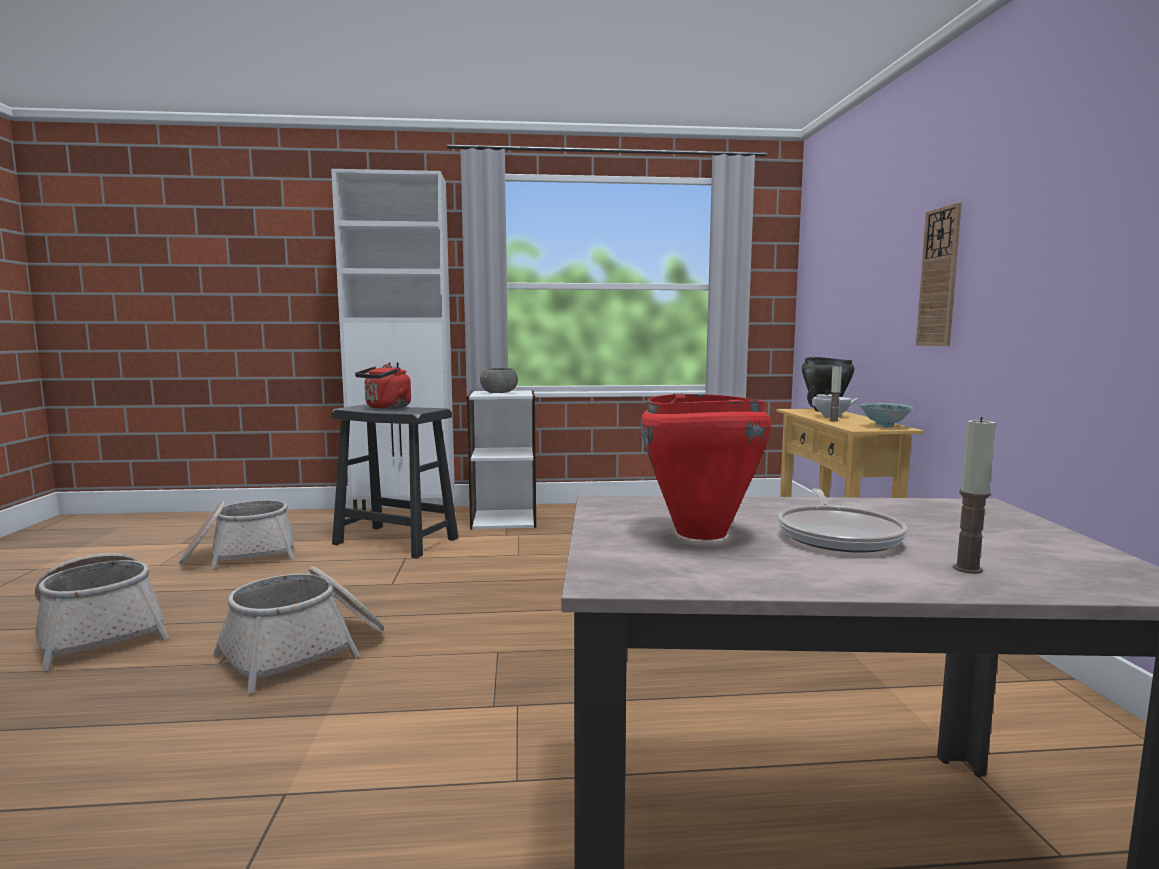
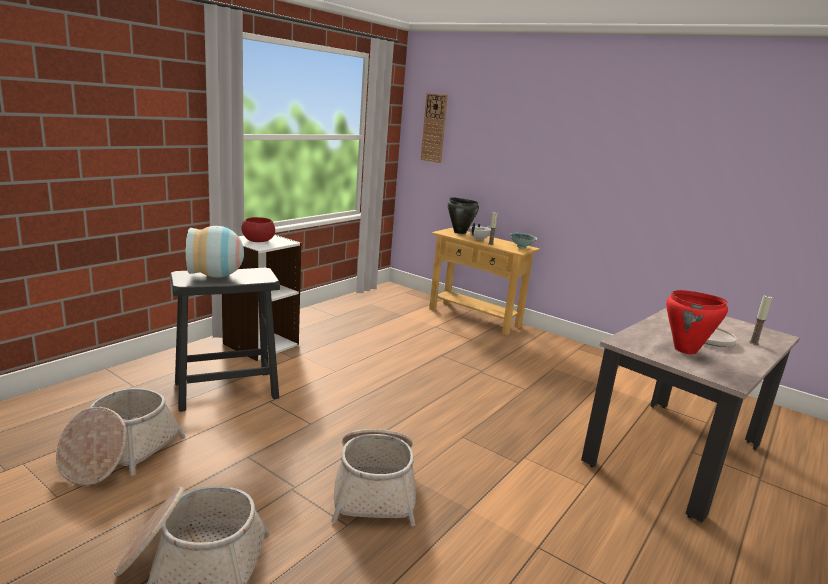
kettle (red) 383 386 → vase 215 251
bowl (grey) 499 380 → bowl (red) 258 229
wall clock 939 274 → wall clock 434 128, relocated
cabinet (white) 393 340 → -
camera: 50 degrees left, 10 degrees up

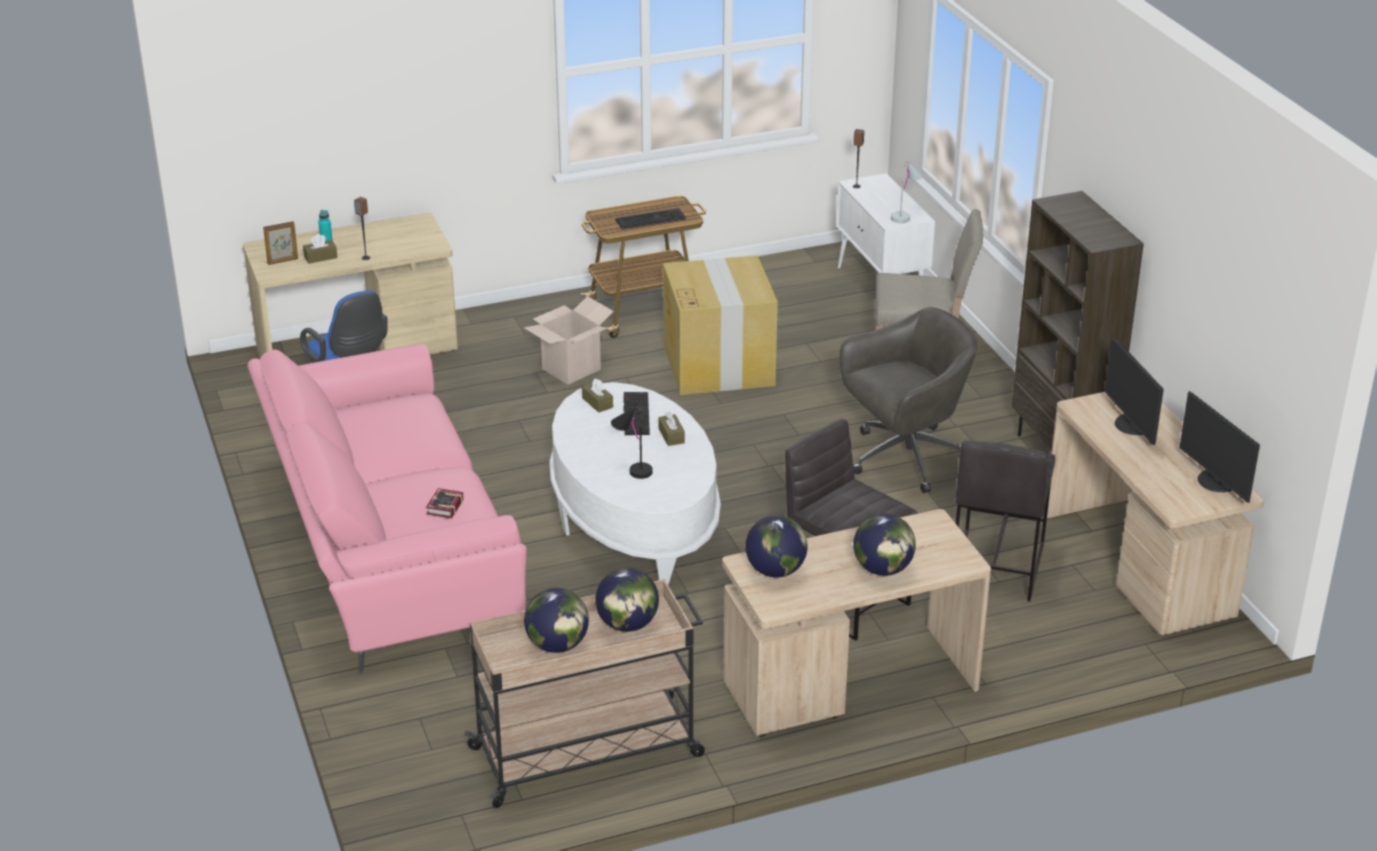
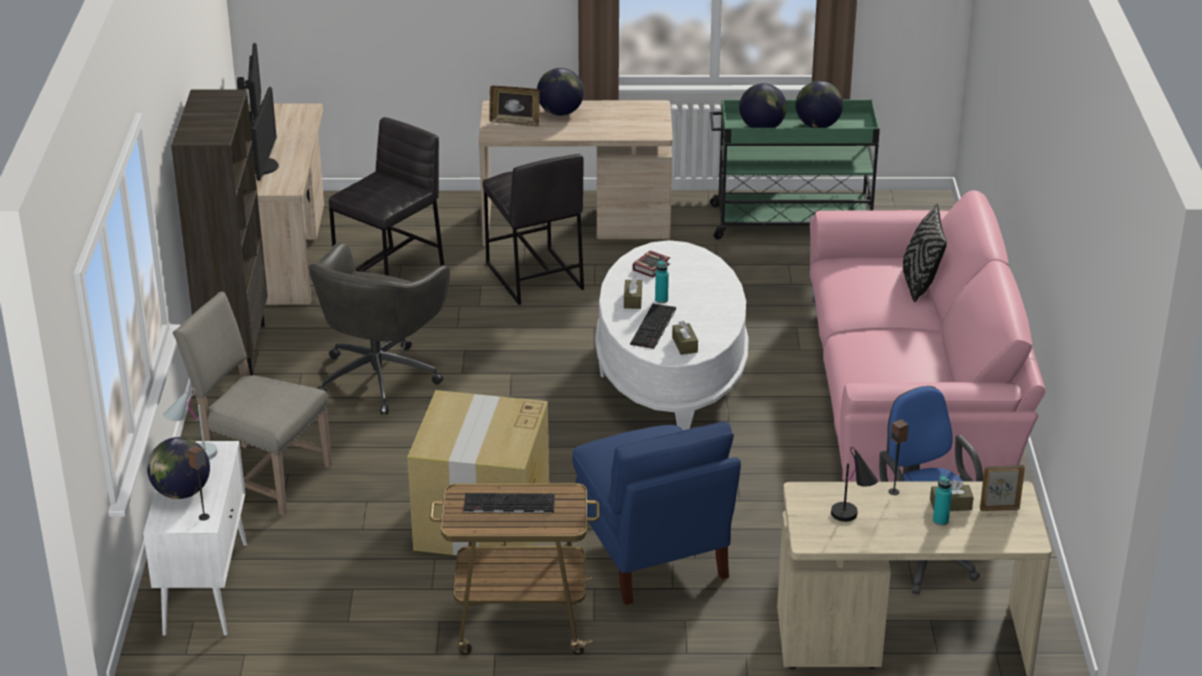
globe 776 546 → globe 178 468, relocated
office chair (grey) 908 400 → office chair (grey) 379 329, 60 degrees counterclockwise
- → picture frame 514 106
cardboard box 569 340 → armchair (blue) 656 513
book 445 503 → book 651 263, relocated
- → bottle (turquoise) 662 281
cart (beige) 584 693 → cart (green) 795 169
table lamp (black) 632 443 → table lamp (black) 854 484, relocated
- → pillow (black) 925 252
camera: 160 degrees left, 0 degrees up

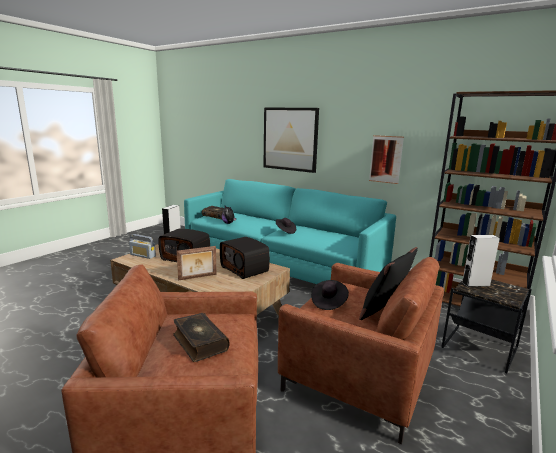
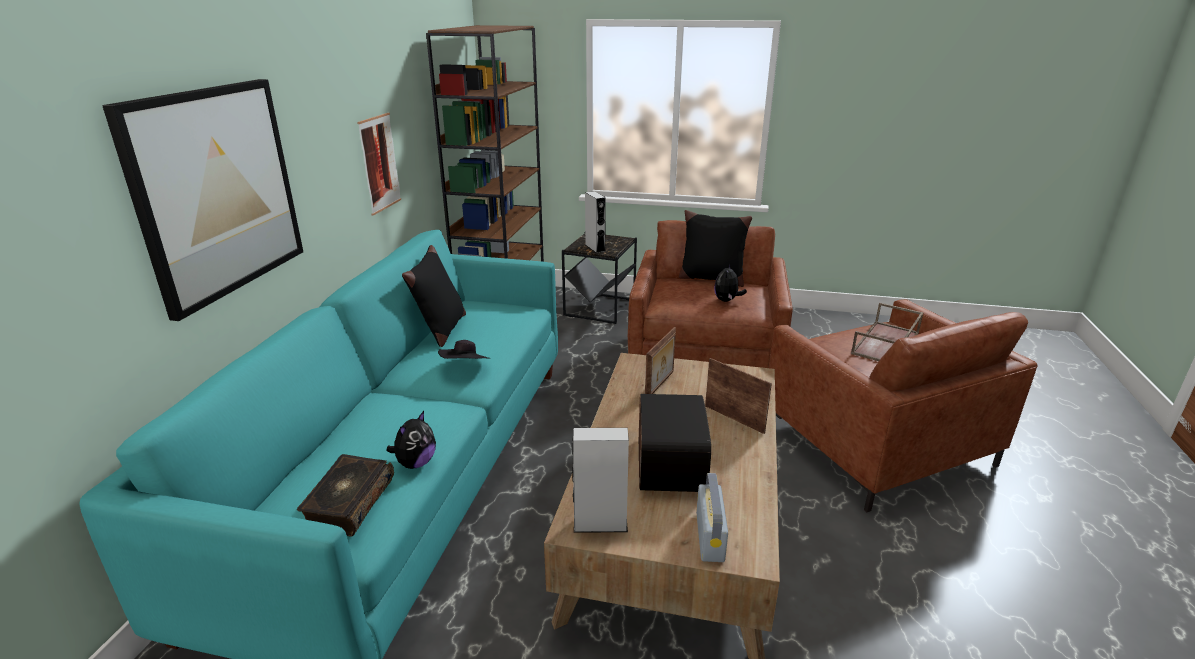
- → pillow (black) 434 296
radio 245 258 → picture frame 660 360
hat (black) 330 295 → plush toy 730 282
book 201 337 → tray (brown) 887 332
camera: 110 degrees left, 10 degrees up

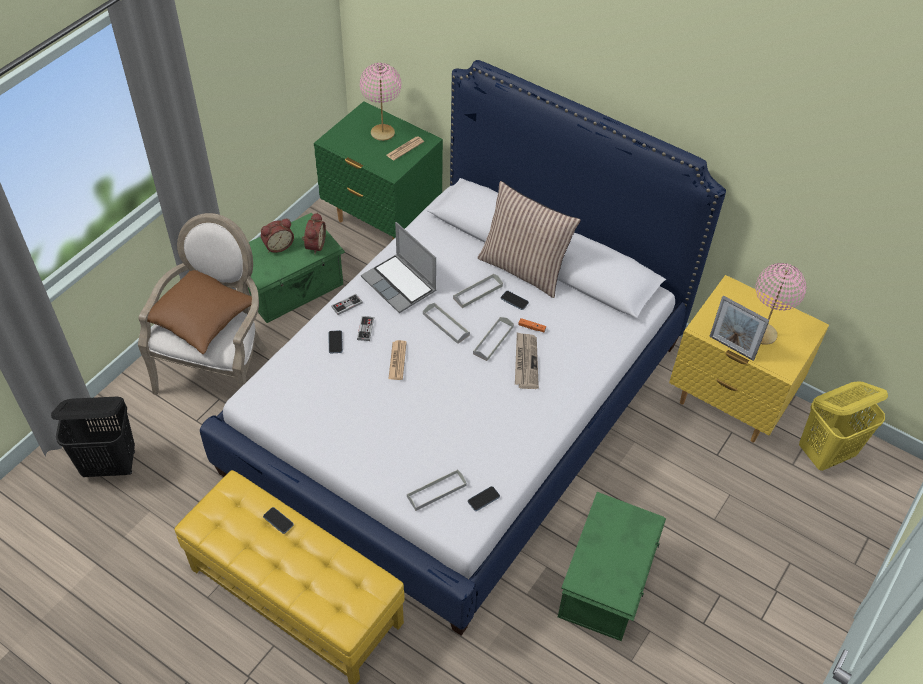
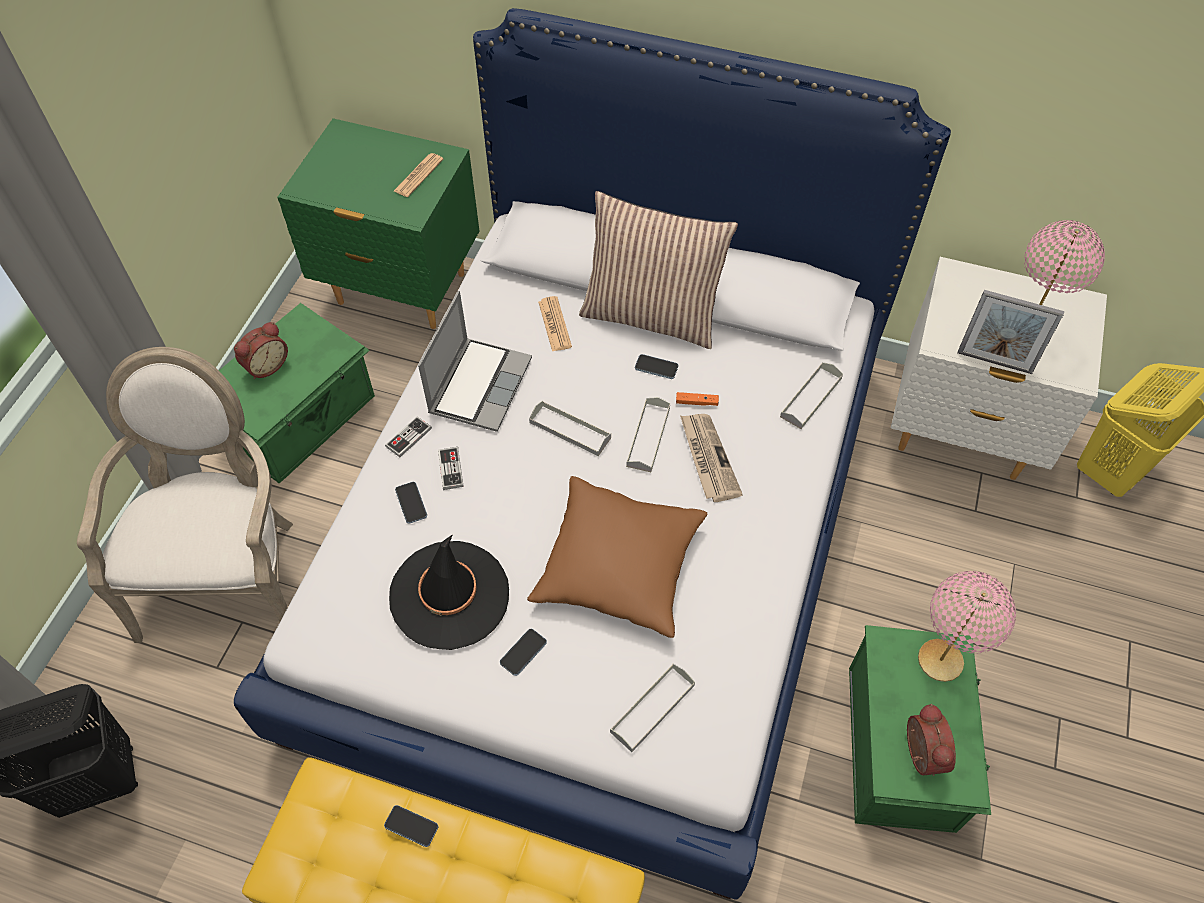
- → hat (black) 449 592
laptop 398 267 → laptop 475 361, 105 degrees counterclockwise
phone 484 498 → phone 523 652, relocated
pillow (brown) 199 312 → pillow (brown) 617 557, relocated
newspaper 397 360 → newspaper 555 324, relocated
tray (grey) 478 290 → tray (grey) 811 395, relocated
nightstand (yellow) 749 359 → nightstand (white) 999 368
alarm clock 314 233 → alarm clock 931 740, relocated
table lamp (pink) 380 102 → table lamp (pink) 967 626, relocated
camera: 15 degrees left, 5 degrees up

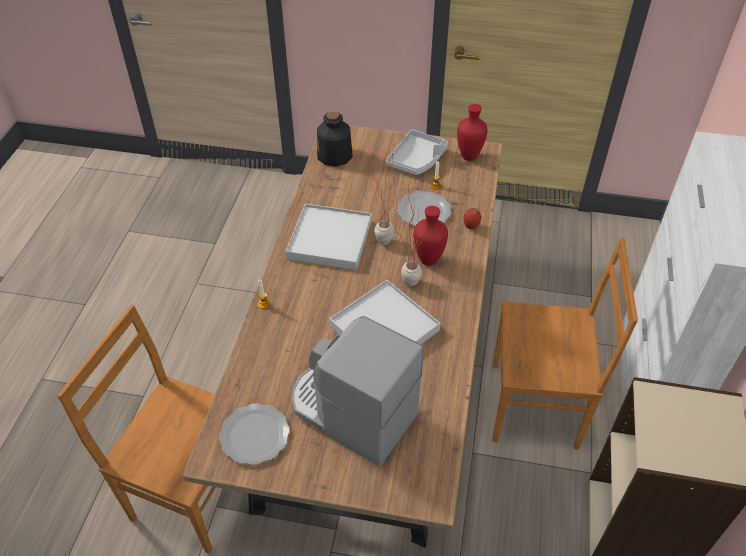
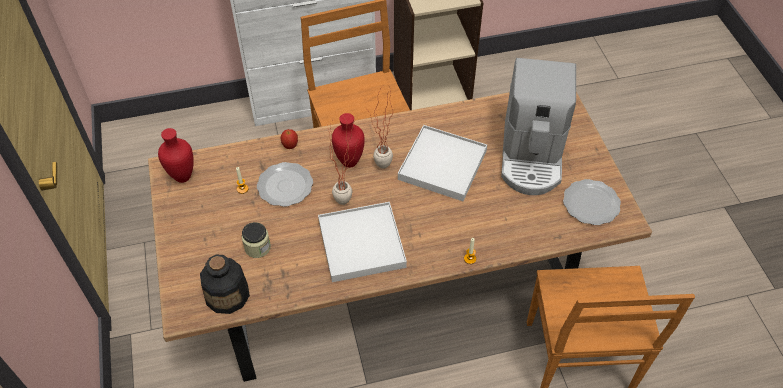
- → jar 256 240
tray (grey) 417 152 → -
camera: 115 degrees left, 5 degrees up

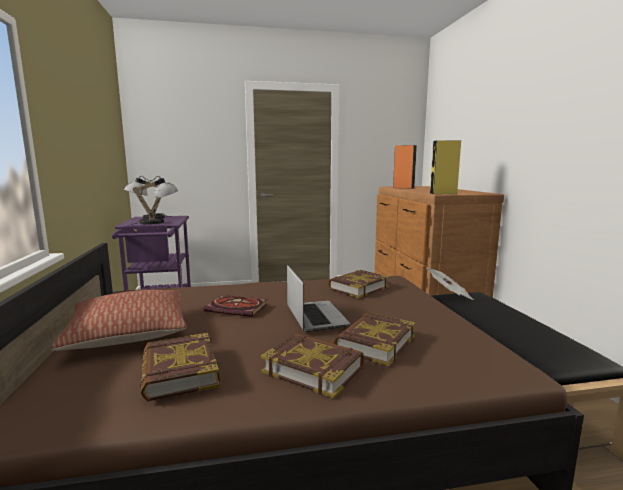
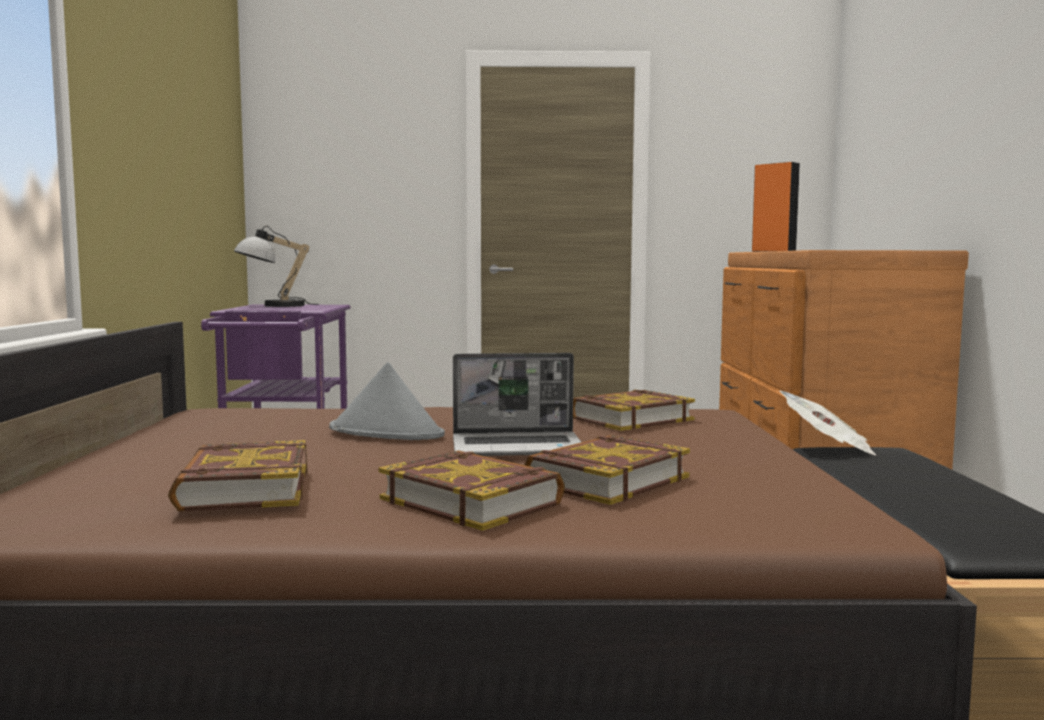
book 235 306 → hat (grey) 387 401
laptop 318 298 → laptop 517 404, 90 degrees clockwise
pillow 119 320 → -
table lamp 155 200 → -
speaker (yellow) 445 167 → -
camera: 10 degrees right, 5 degrees down

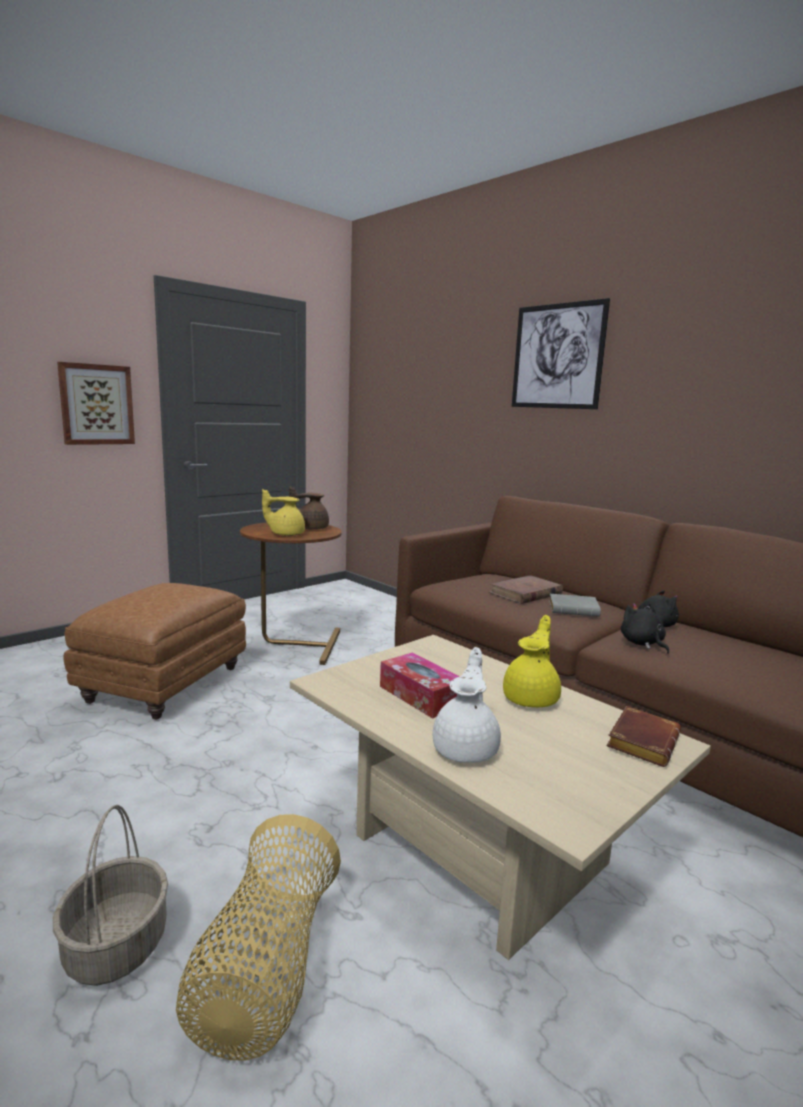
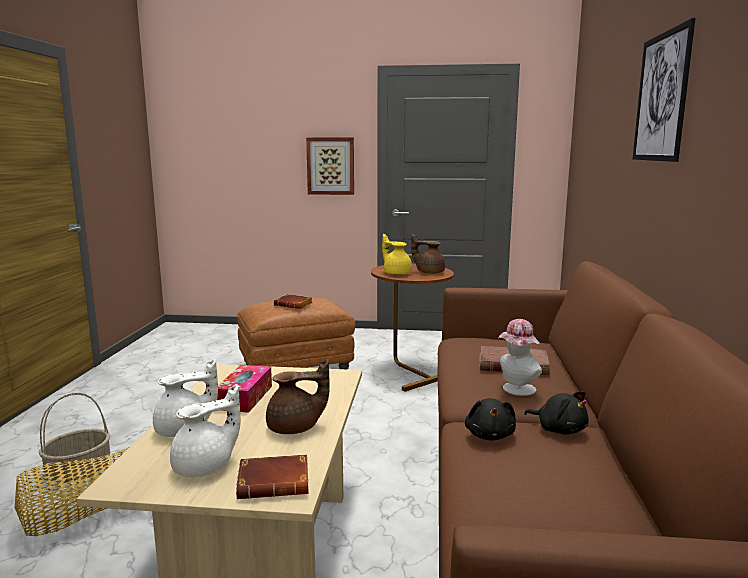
- → teapot (white) 205 430
teapot (yellow) 532 661 → teapot (brown) 297 397
- → book (brown) 293 301
plush toy (black) 645 628 → plush toy (black) 490 419, 150 degrees clockwise
book (grey) 575 605 → hat 520 357
camera: 50 degrees right, 0 degrees up

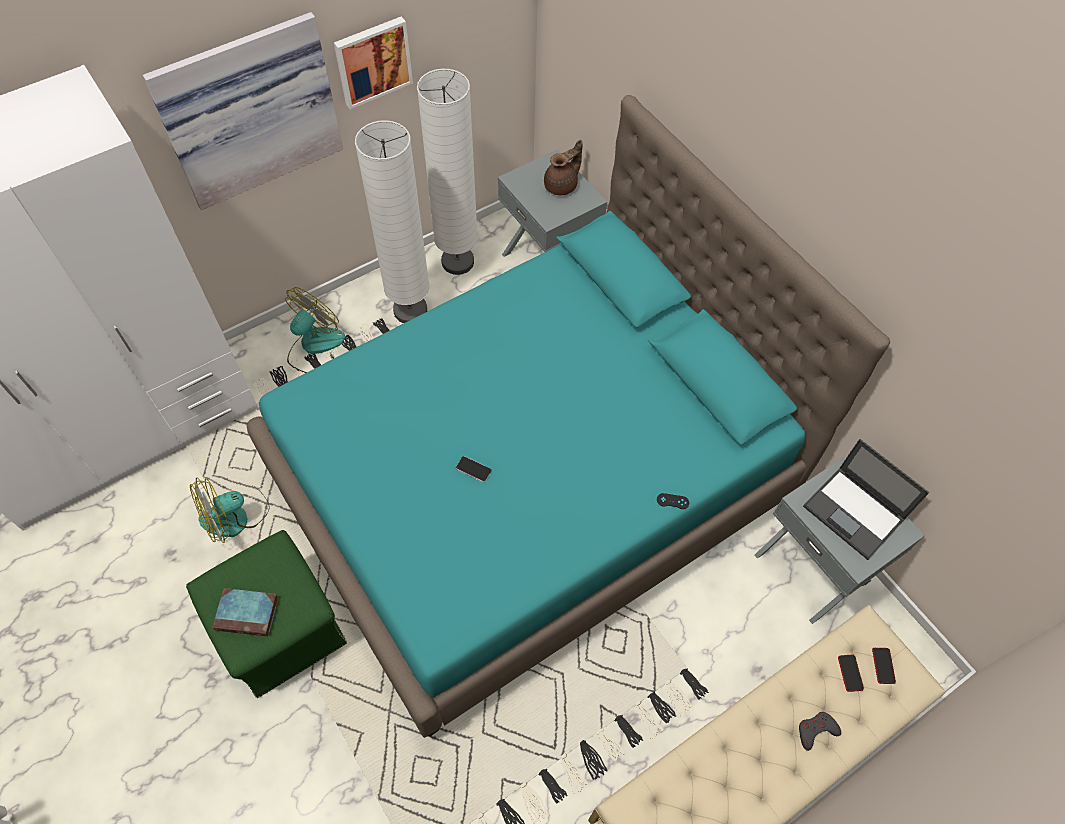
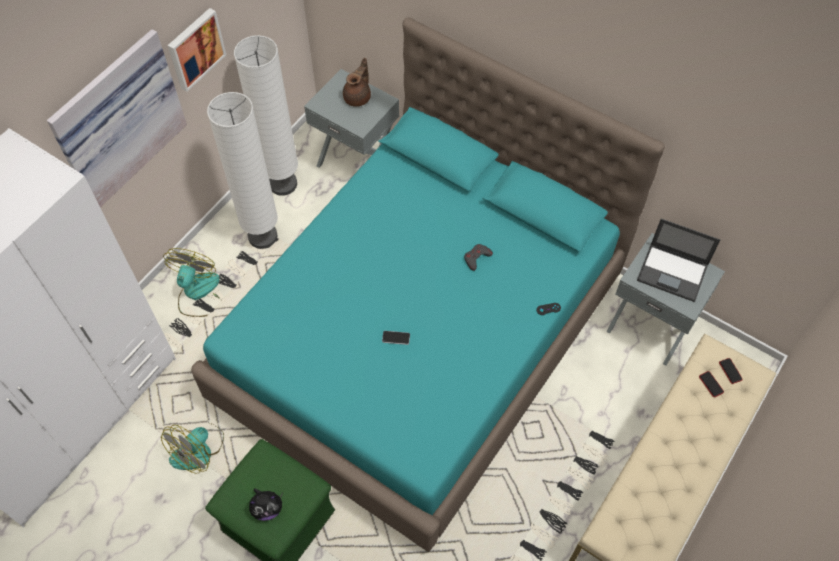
book 245 612 → plush toy 266 504
game controller (grey) 820 731 → game controller (grey) 478 257, relocated
camera: 20 degrees left, 0 degrees up

